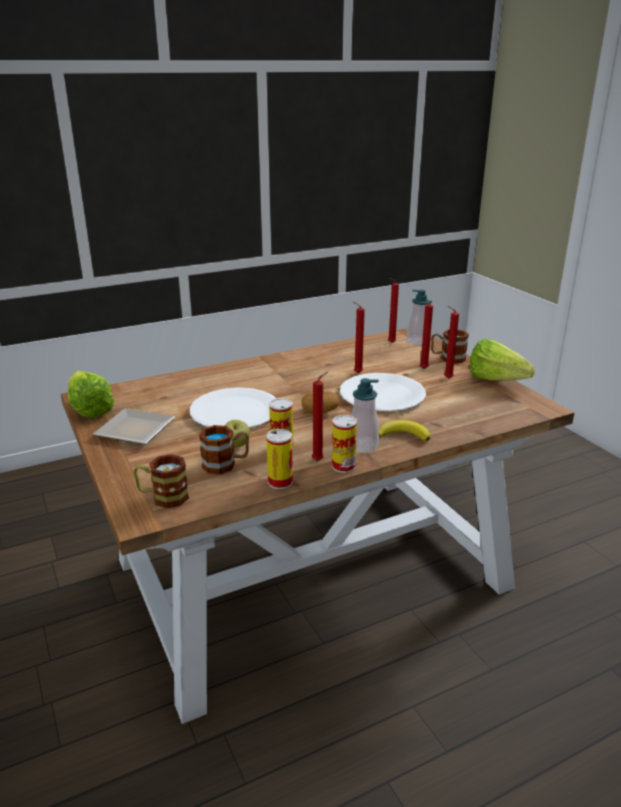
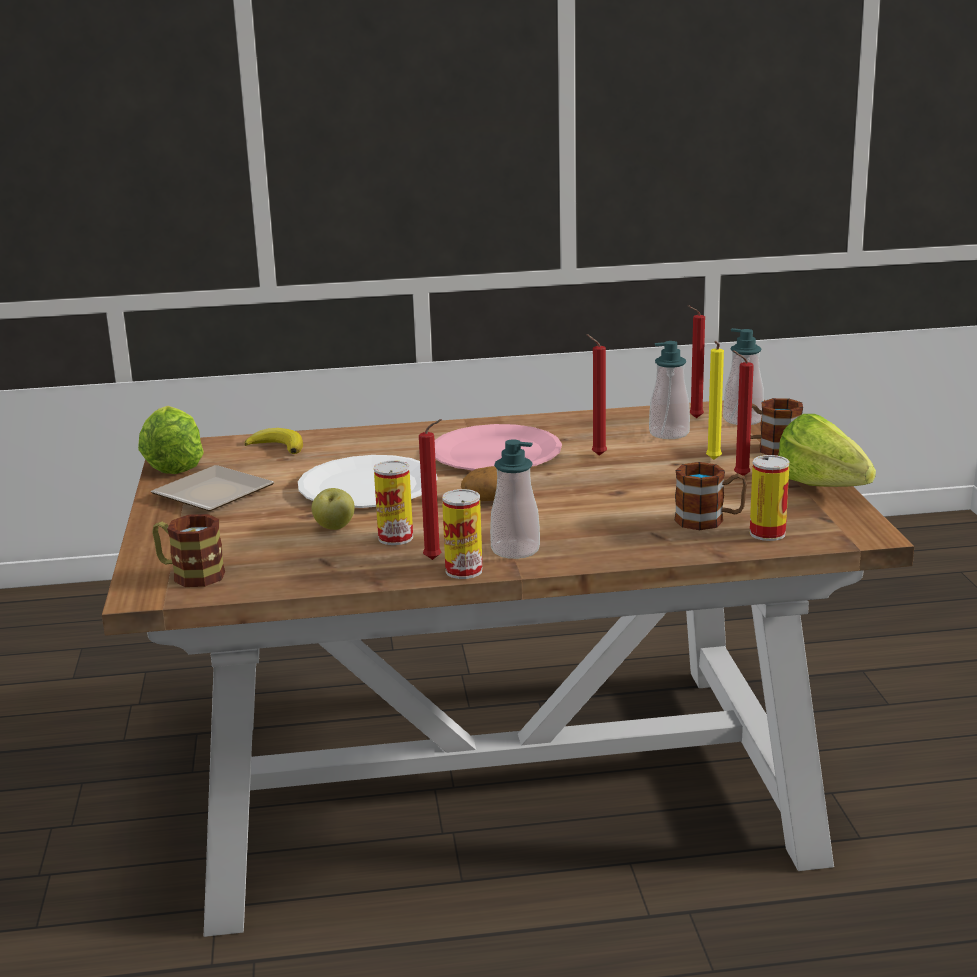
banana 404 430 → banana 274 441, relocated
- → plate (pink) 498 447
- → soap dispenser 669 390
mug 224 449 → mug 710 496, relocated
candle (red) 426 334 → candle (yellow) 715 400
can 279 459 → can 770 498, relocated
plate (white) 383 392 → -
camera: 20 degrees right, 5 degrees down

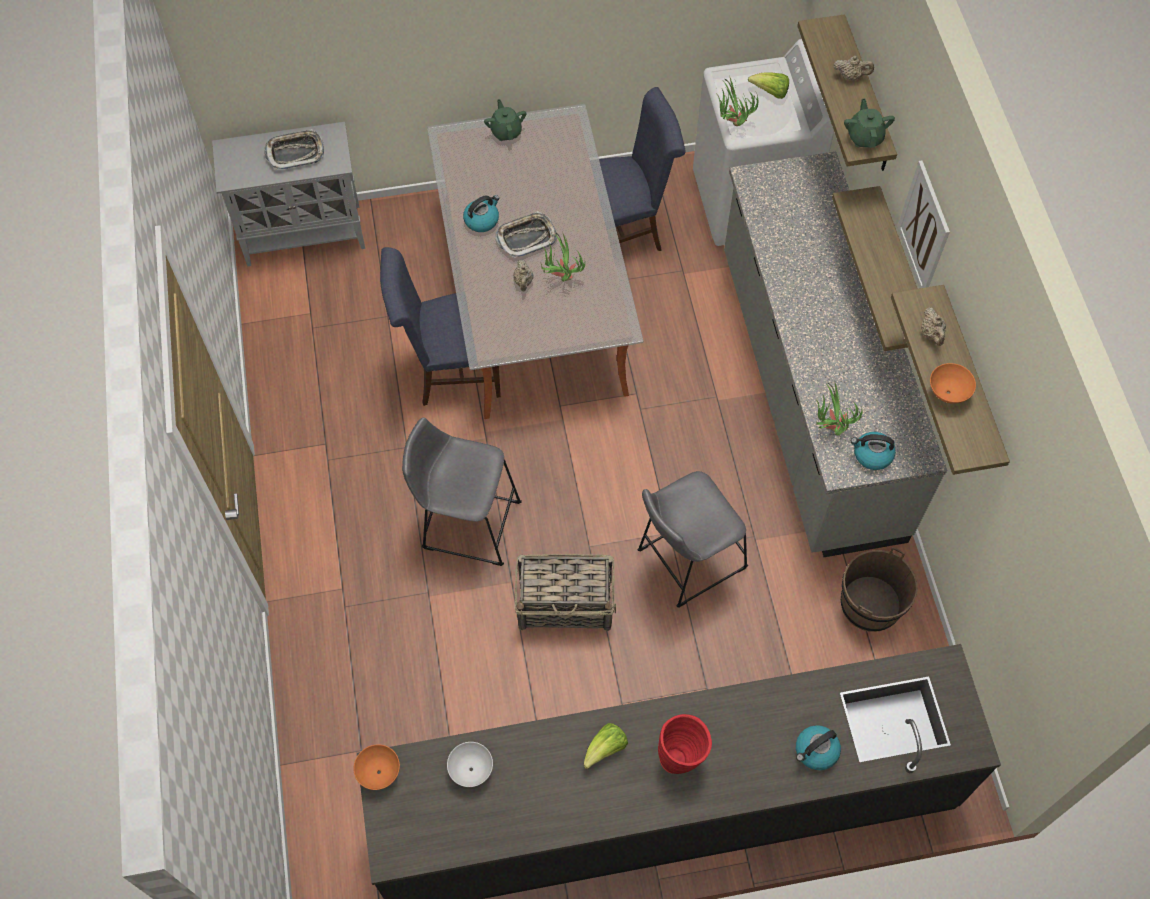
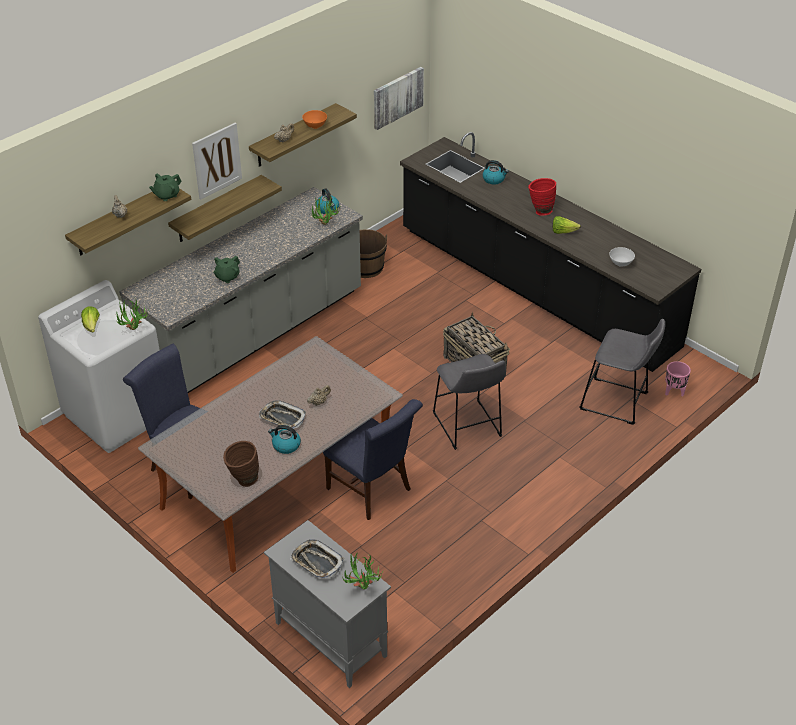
teapot (green) 505 120 → teapot (green) 226 269, relocated
- → vase (brown) 241 464
potted plant 562 257 → potted plant 362 571, relocated
- → picture 399 98
stool (grey) 692 539 → stool (grey) 622 372, relocated
- → planter (pink) 678 378
bowl (orange) 377 767 → -
camera: 125 degrees left, 20 degrees down

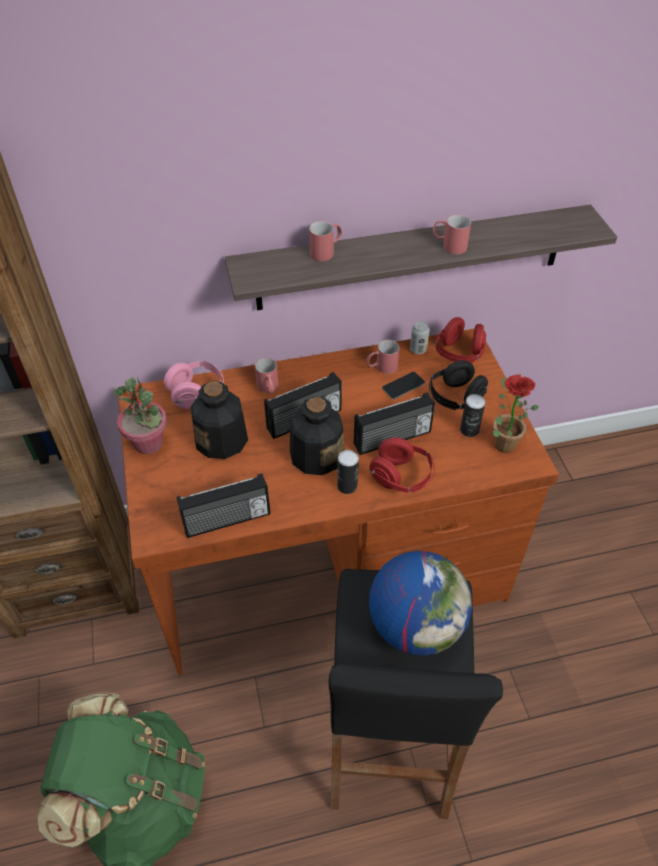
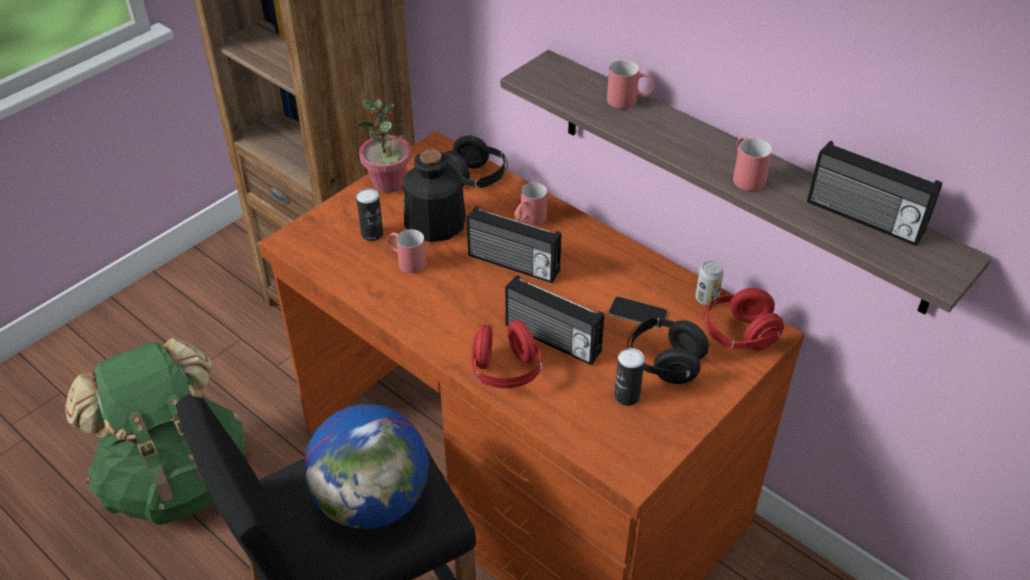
can 348 472 → can 369 214, relocated
mug (red) 382 357 → mug (red) 407 251, relocated
headphones (pink) 194 385 → headphones (black) 476 161
radio 223 505 → radio 874 193, relocated
bottle 317 435 → -
potted plant 516 414 → -
camera: 55 degrees right, 5 degrees down

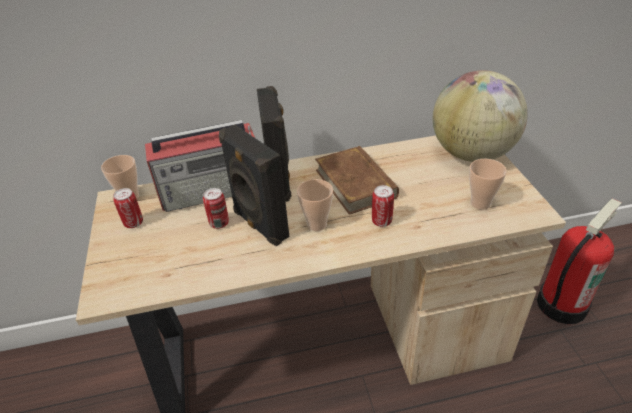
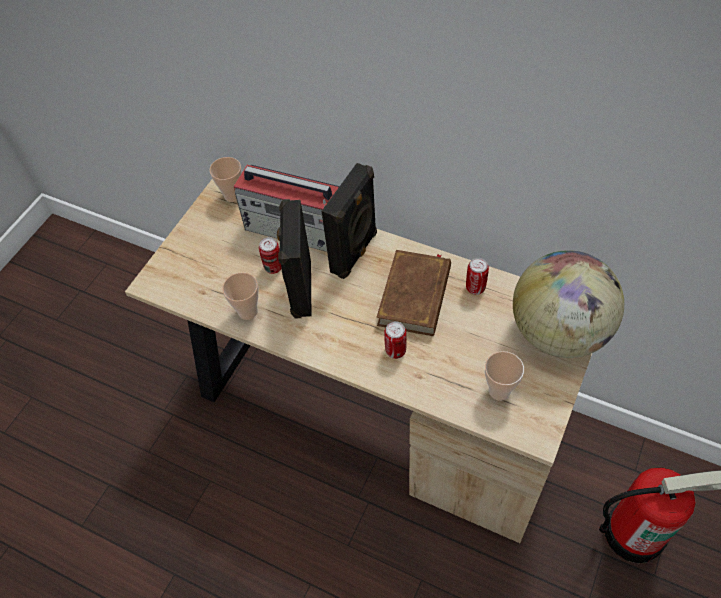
cup 315 205 → cup 240 296, relocated
can 128 208 → can 477 276, relocated
camera: 40 degrees right, 15 degrees up

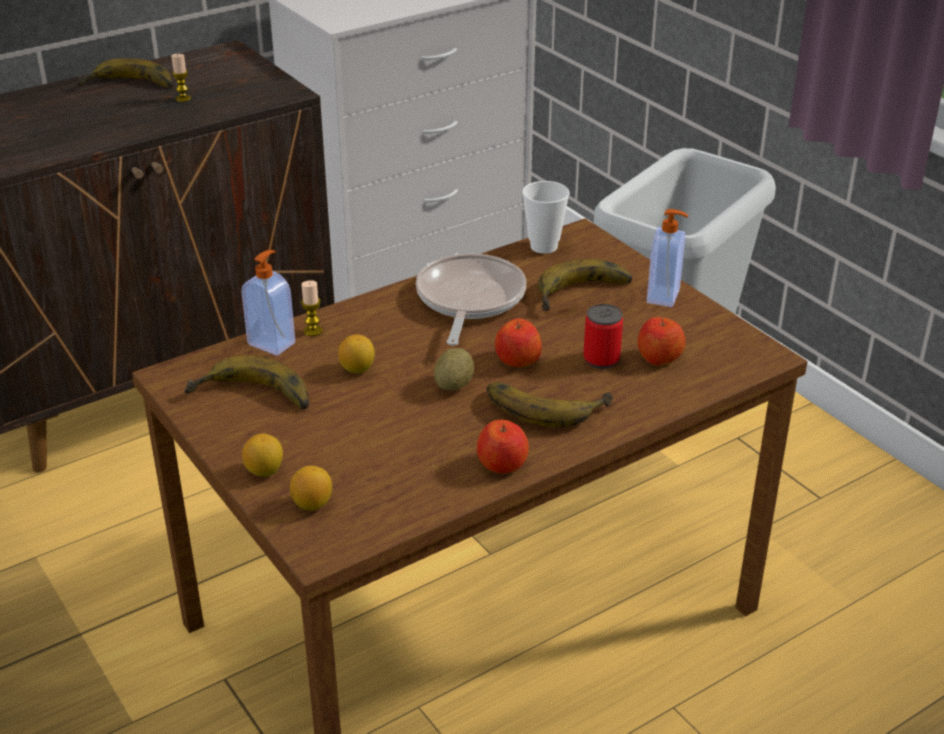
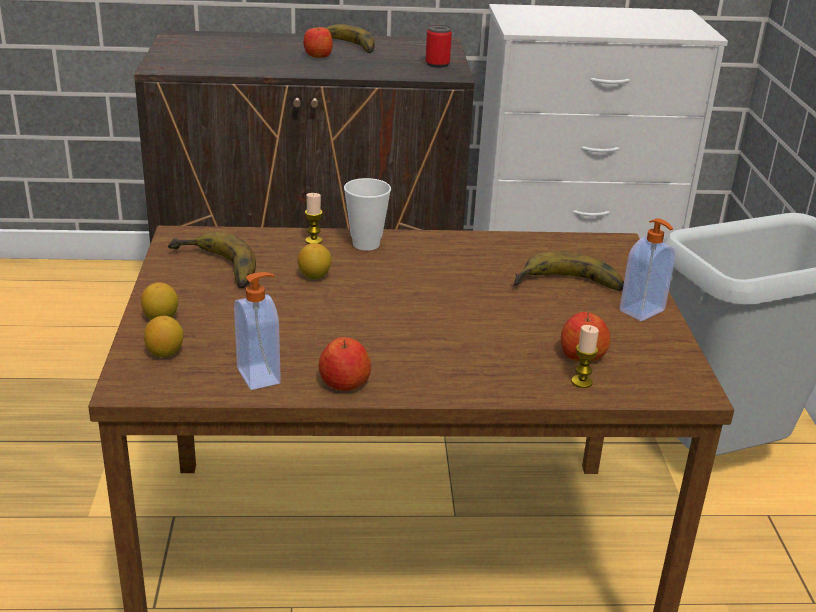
soap dispenser 268 303 → soap dispenser 257 331, relocated
apple 518 343 → apple 318 41, relocated
cup 546 217 → cup 367 214, relocated
can 603 336 → can 438 46, relocated
candle 181 78 → candle 585 356, relocated
frying pan 471 300 → -
potato 454 369 → -
banana 550 404 → -
camera: 30 degrees right, 5 degrees down

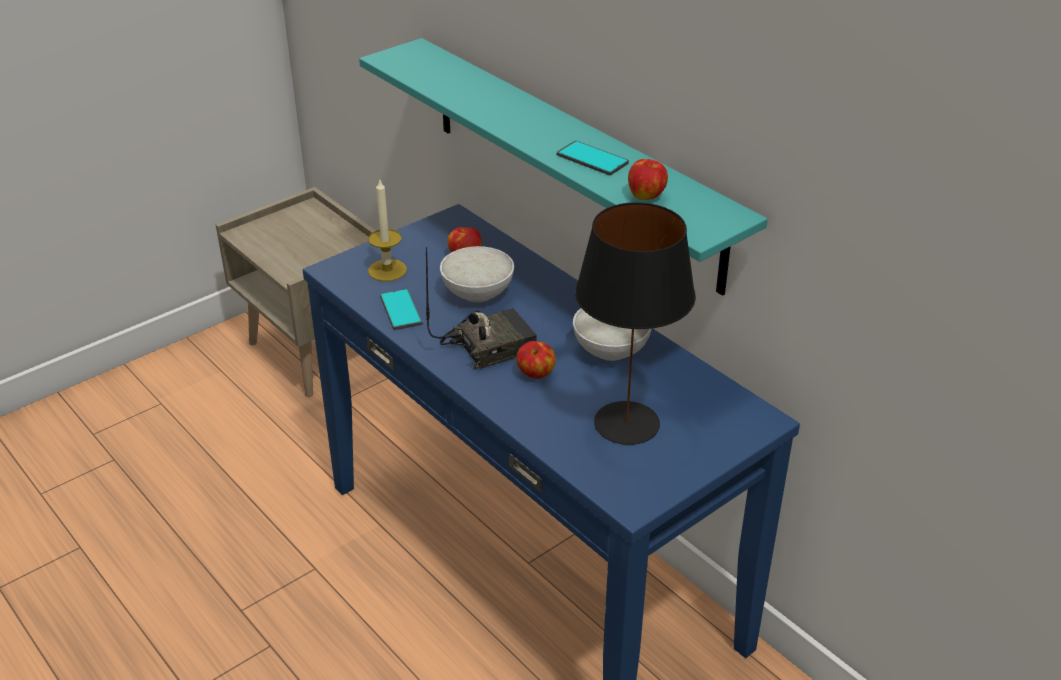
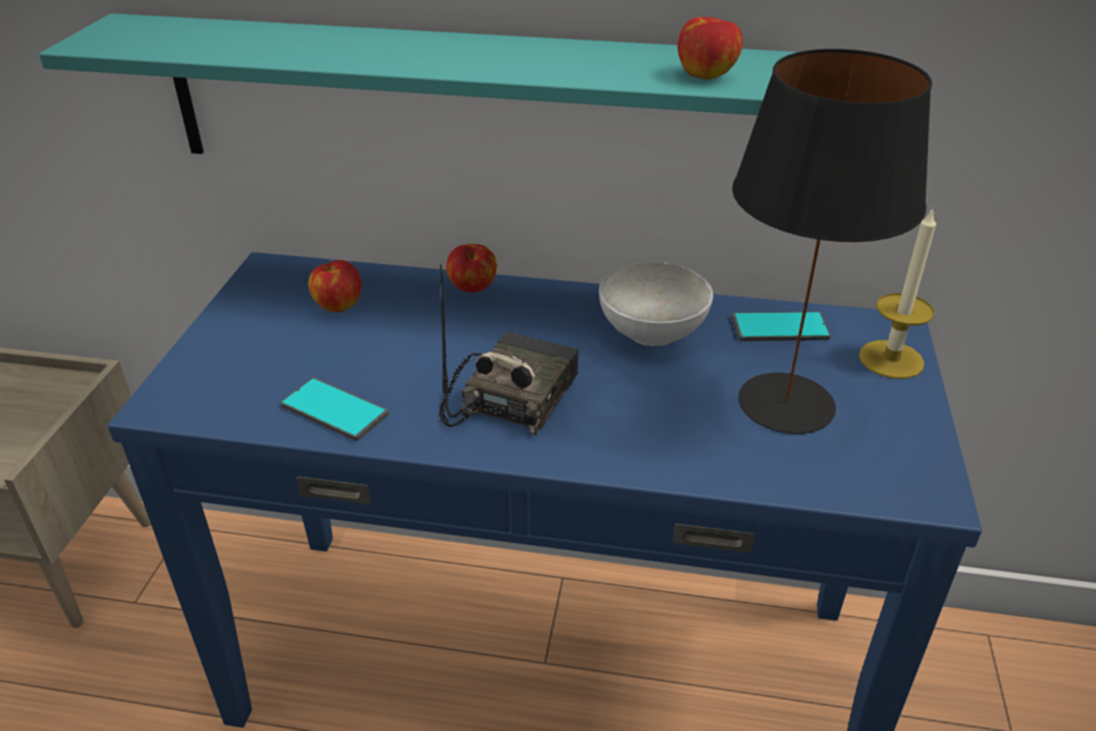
apple 536 360 → apple 471 268, relocated
phone 593 158 → phone 781 326, relocated
candle 387 230 → candle 897 293, relocated
bowl (white) 477 274 → -
camera: 40 degrees left, 0 degrees up

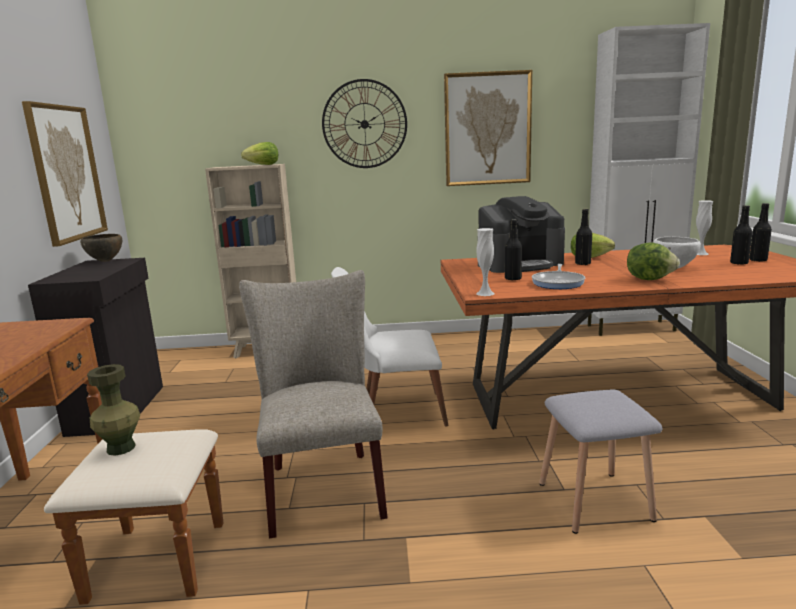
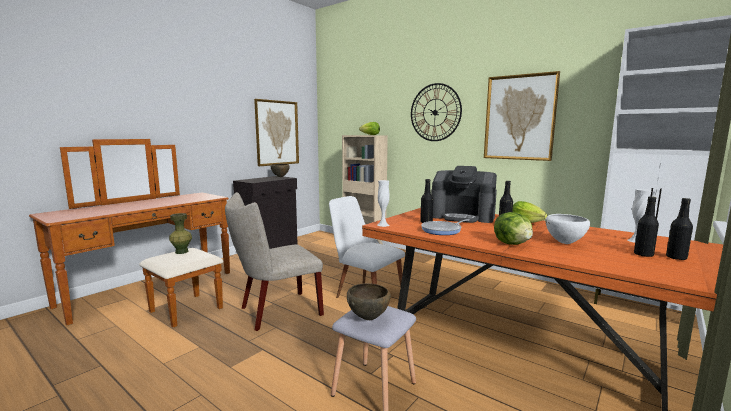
chair (beige) 313 404 → chair (beige) 274 261, 150 degrees counterclockwise
- → bowl (brown) 369 301
camera: 40 degrees right, 5 degrees down

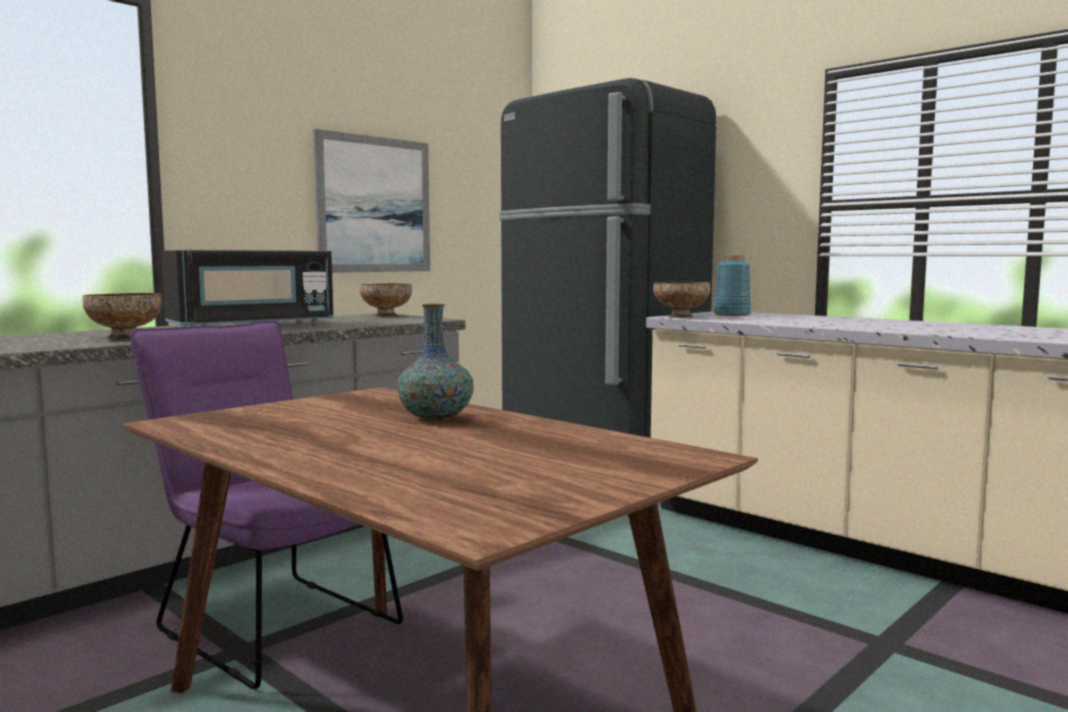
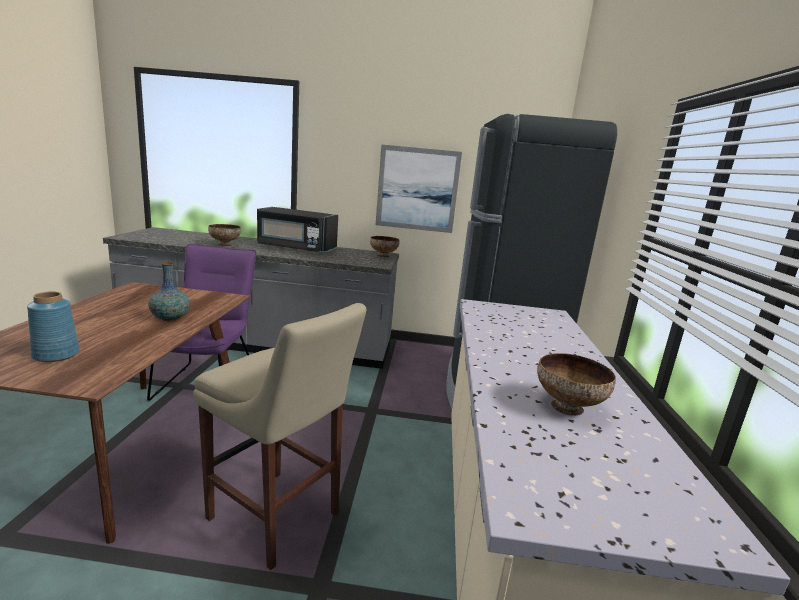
vase (blue) 732 285 → vase (blue) 53 327, relocated
- → stool (beige) 279 436
bowl 681 300 → bowl 576 384, relocated
camera: 50 degrees right, 10 degrees up

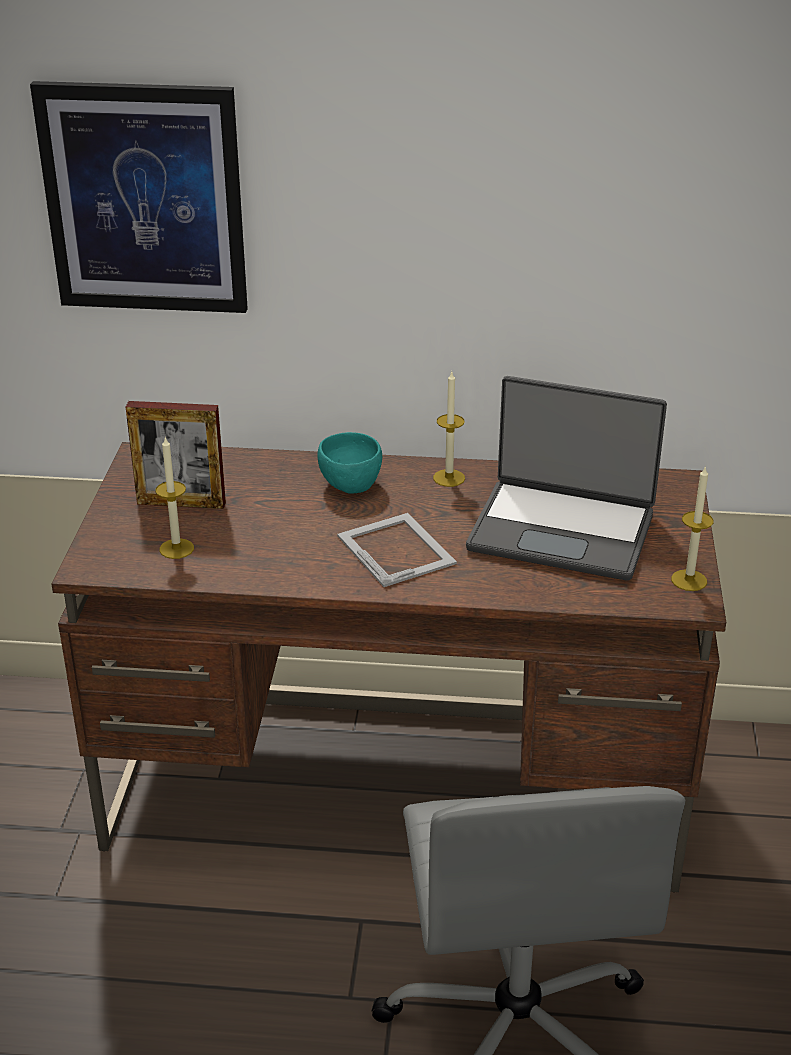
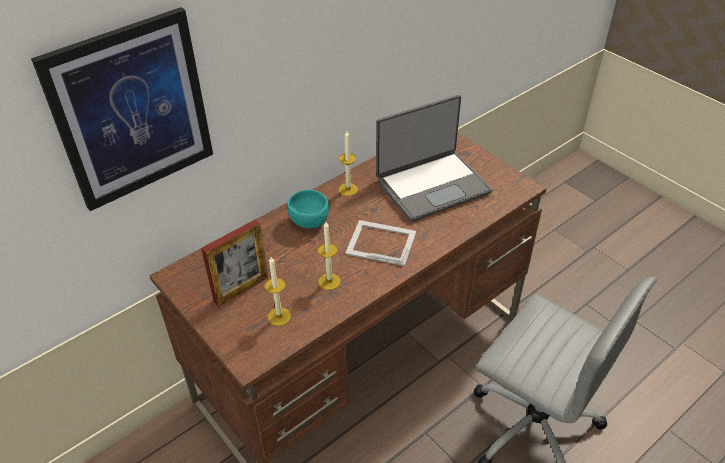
candle 692 528 → candle 329 256, relocated
camera: 45 degrees left, 10 degrees up

